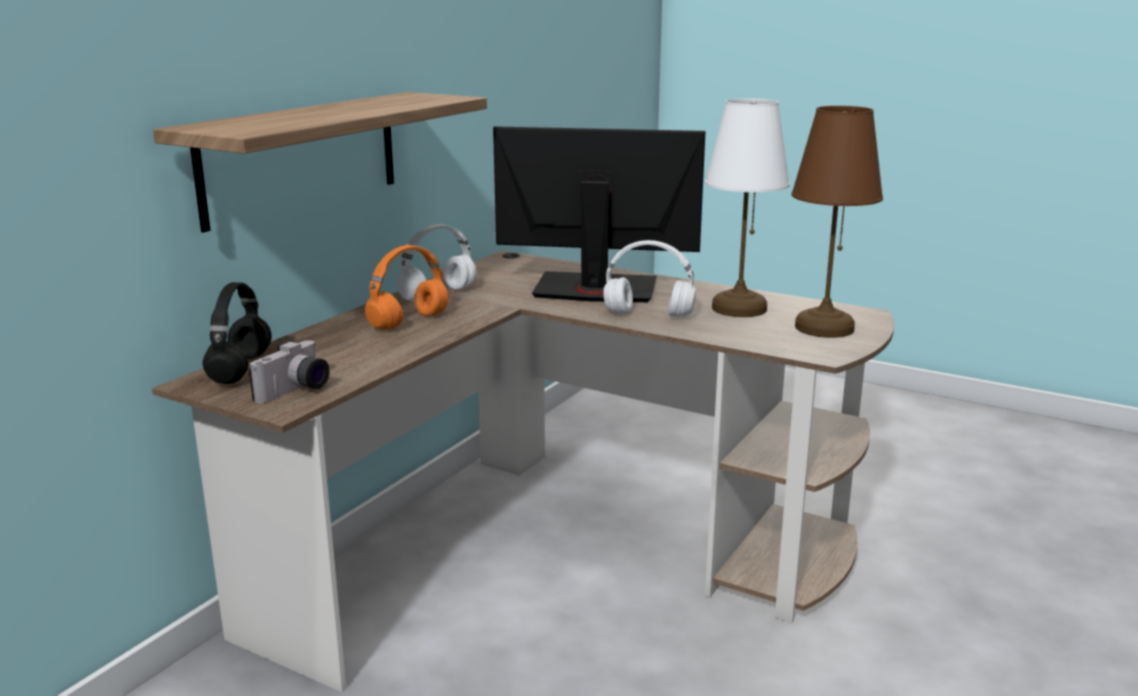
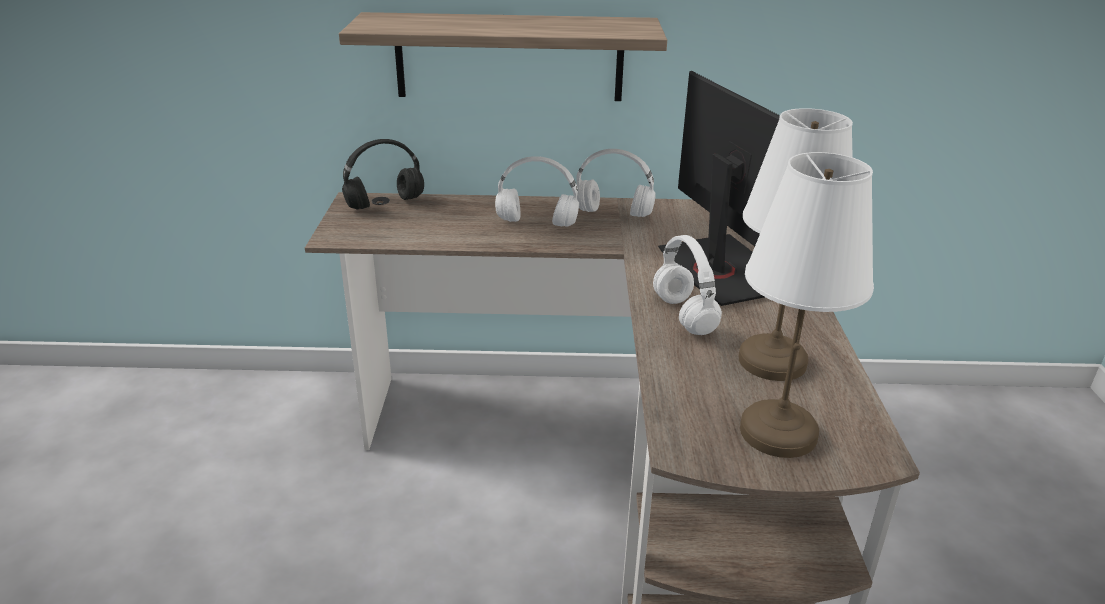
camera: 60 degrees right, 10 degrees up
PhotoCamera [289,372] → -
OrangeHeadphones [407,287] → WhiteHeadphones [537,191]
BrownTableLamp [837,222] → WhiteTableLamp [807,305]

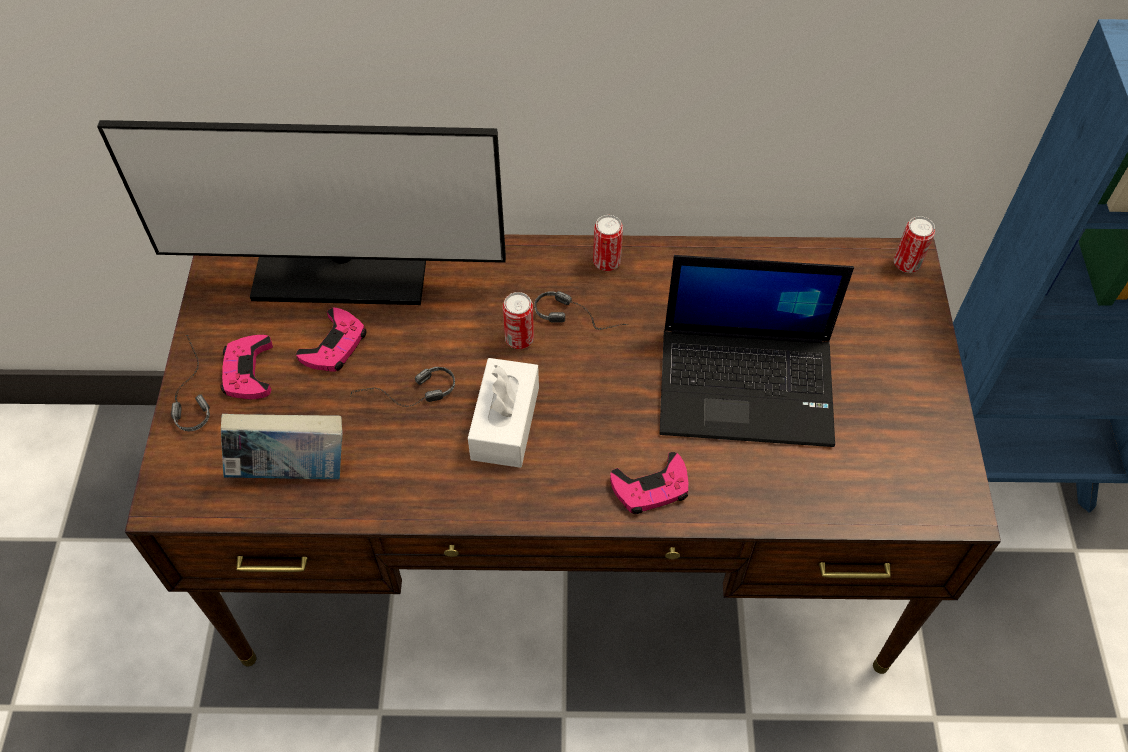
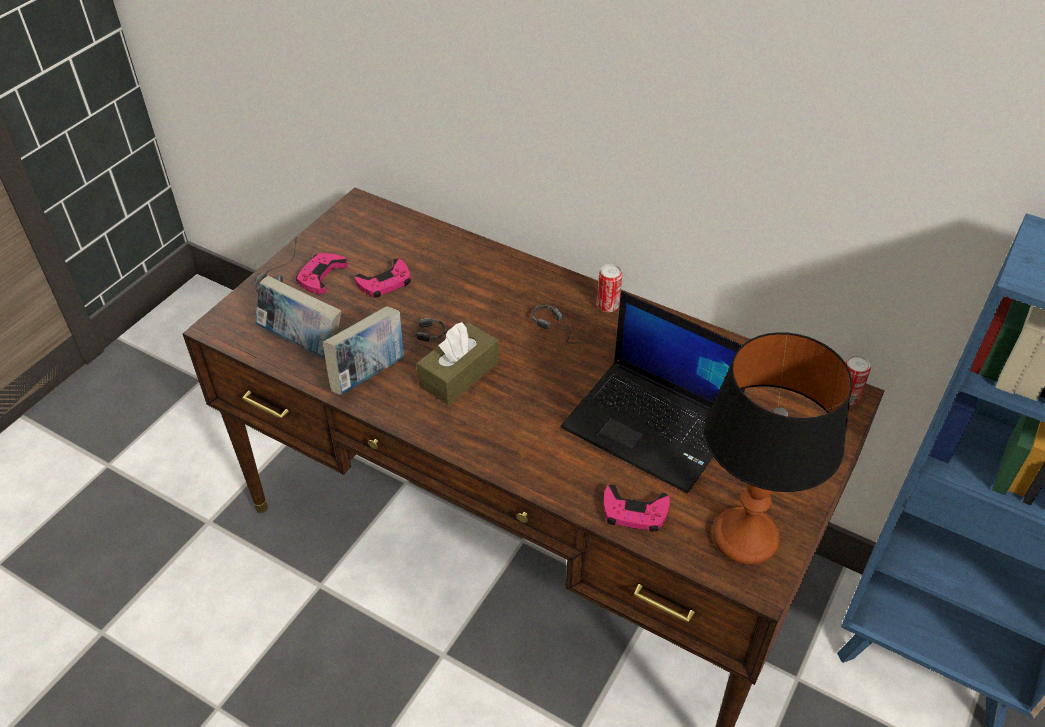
camera: 30 degrees right, 10 degrees down
Monitor [301,212] → -
Can [518,320] → -
- → Book [363,350]
- → TableLamp [778,448]
PinkGameController [649,483] → PinkGameController [636,508], relocated
WhiteTissueBox [503,413] → BrownTissueBox [458,363]

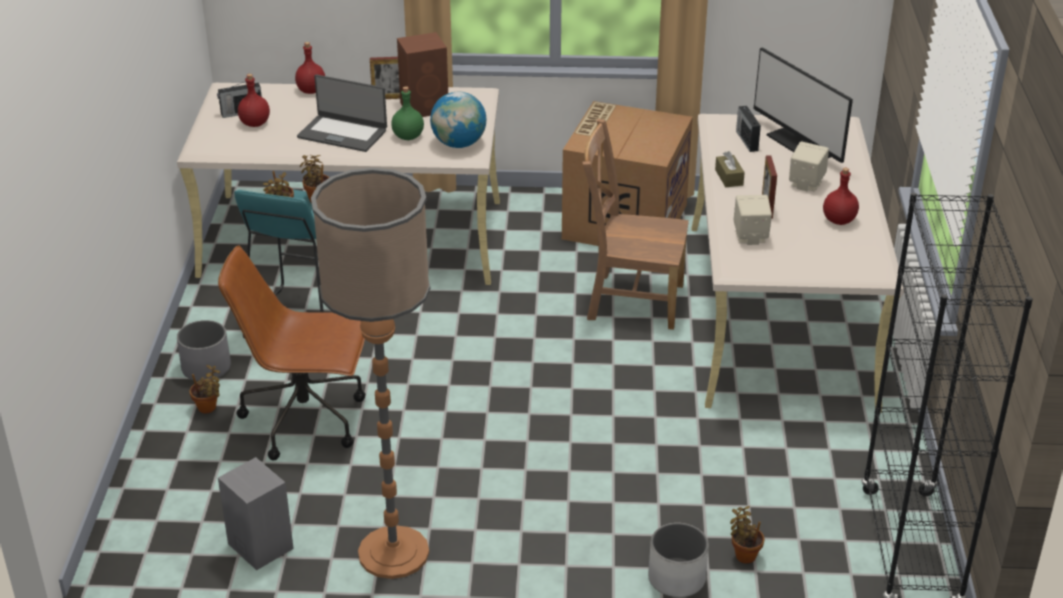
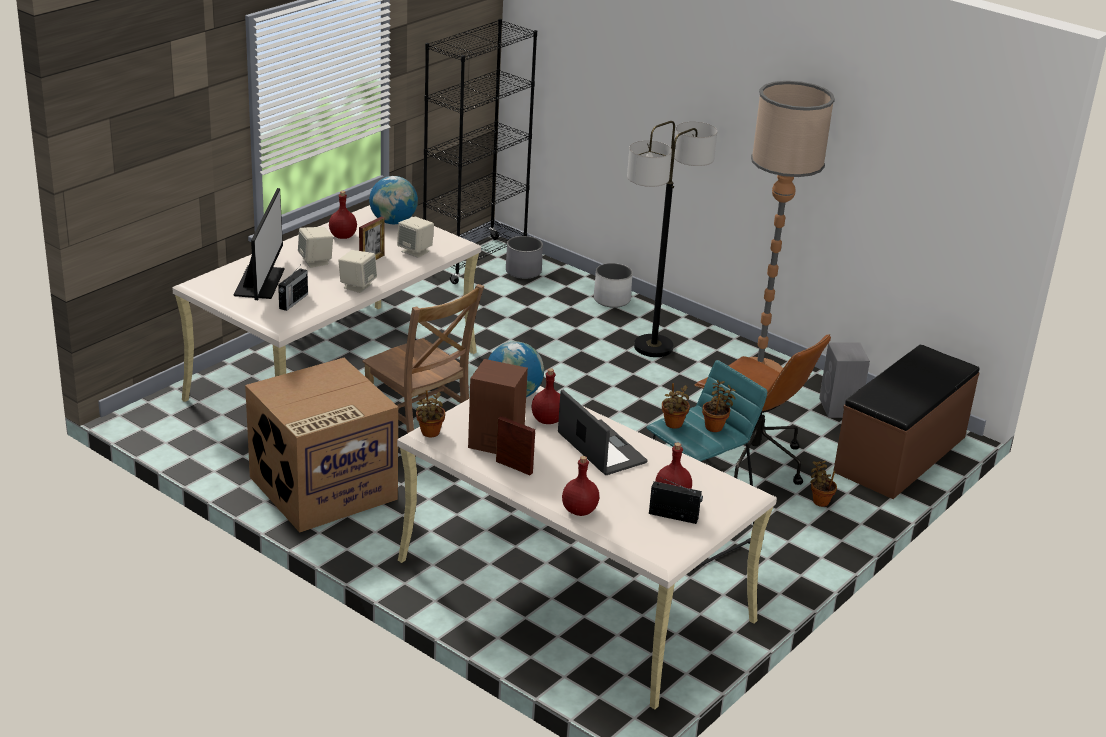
camera: 145 degrees left, 5 degrees down
- → Globe [393,200]
- → FloorLamp [672,239]
- → BrownBench [906,422]
GreyPlanter [204,350] → GreyPlanter [524,257], relocated
PottedPlant [747,535] → PottedPlant [430,413], relocated
BrownTissueBox [730,169] → BeigeSpeaker [357,271]
GreenBottle [407,113] → RedBottle [546,396]

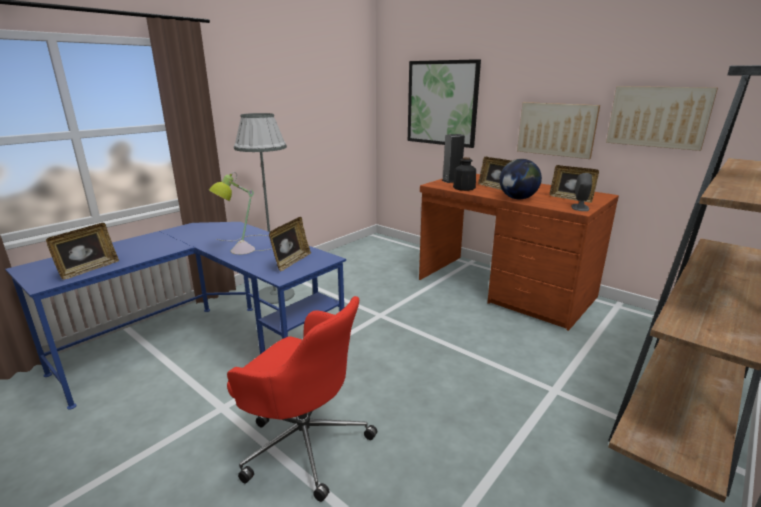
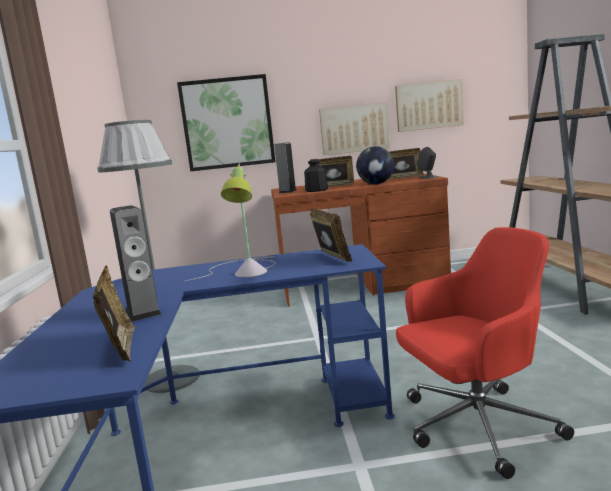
camera: 45 degrees left, 10 degrees down
- → Speaker [136,263]

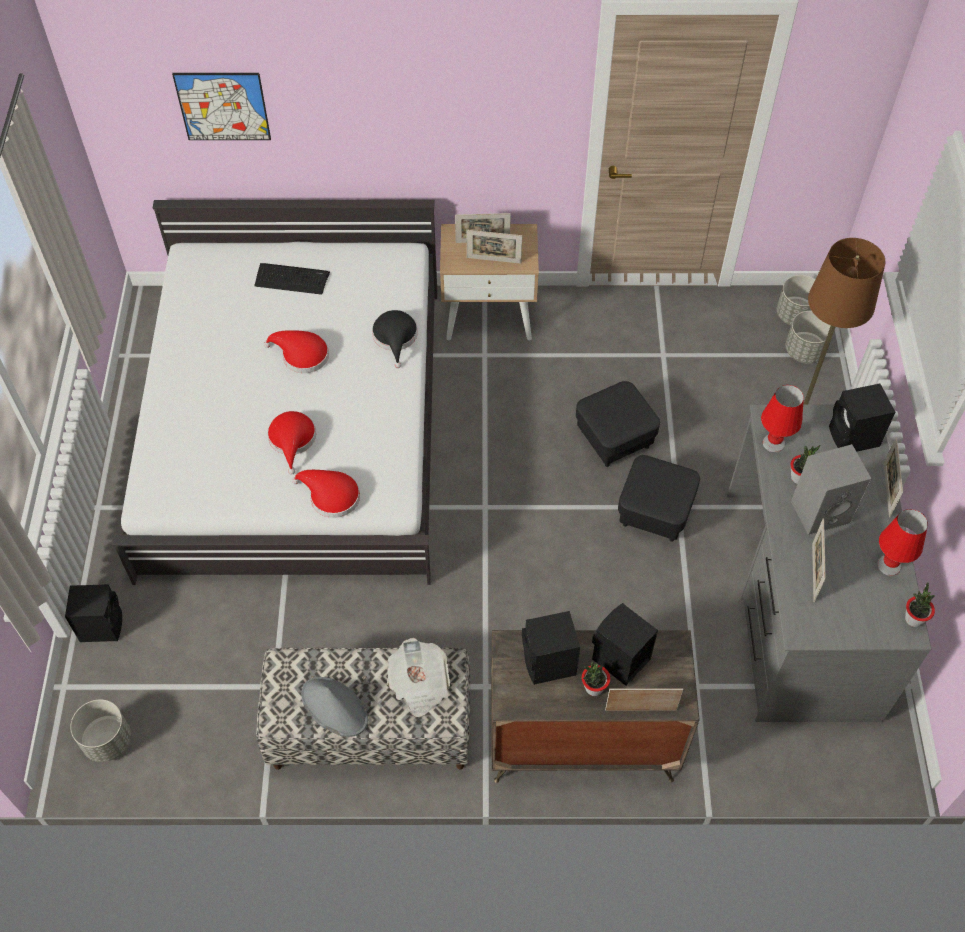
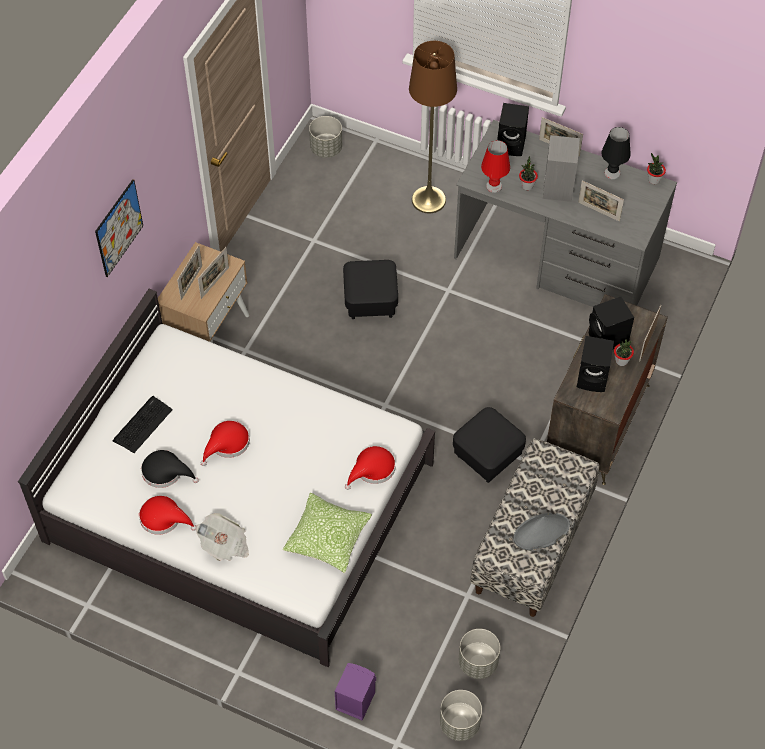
camera: 65 degrees left, 0 degrees up
- → Pillow [327,533]
Picture [221,106] → Picture [119,228], relocated
RedHat [291,443] → RedHat [167,515], relocated
BlackHat [395,339] → BlackHat [170,469], relocated
Newspaper [418,677] → Newspaper [222,537], relocated
BlackOttoman [659,498] → BlackOttoman [489,445], relocated
GreyPlanter [809,337] → GreyPlanter [479,654], relocated
BlackSpeaker [93,613] → PurpleSpeaker [355,692]
RedTableLamp [902,542] → BlackTableLamp [616,153]

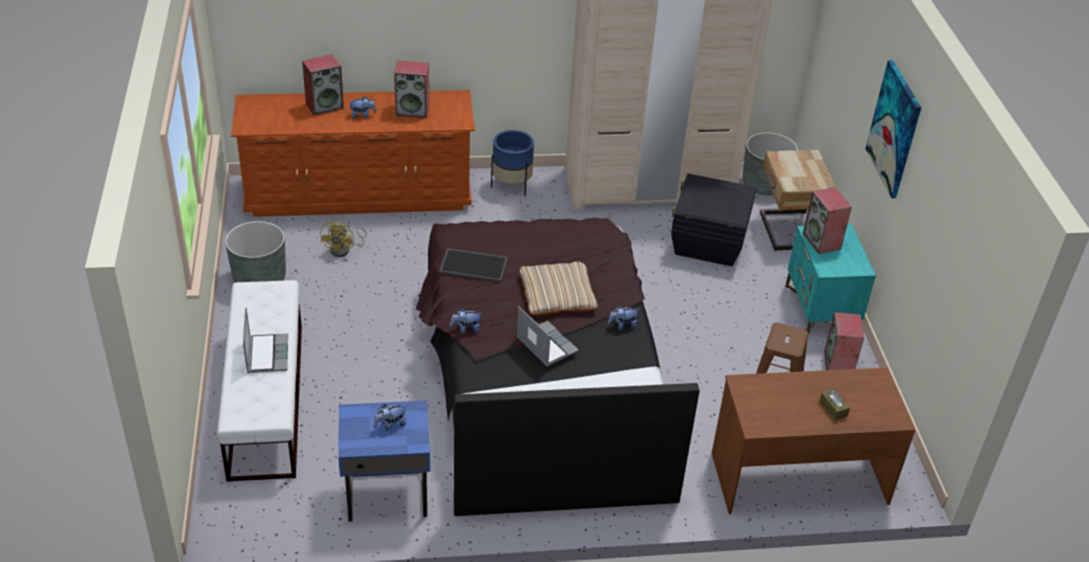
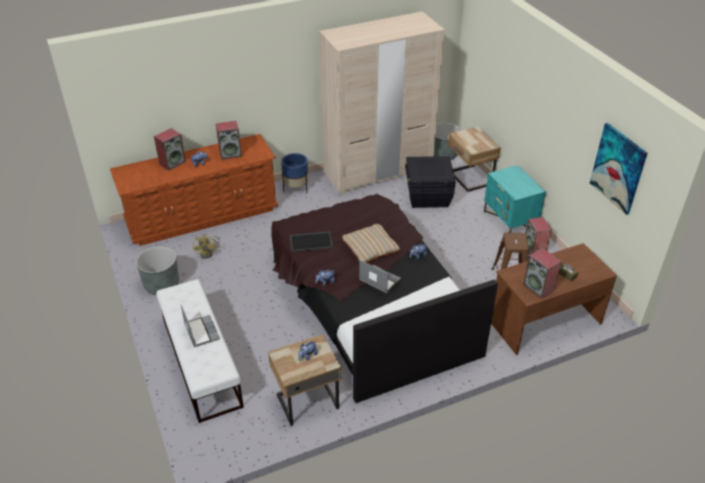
camera: 15 degrees left, 0 degrees up
Speaker [827,220] → Speaker [542,273], relocated
Picture [893,129] → Picture [619,169], relocated
BlueNightstand [384,461] → BeigeNightstand [304,380]

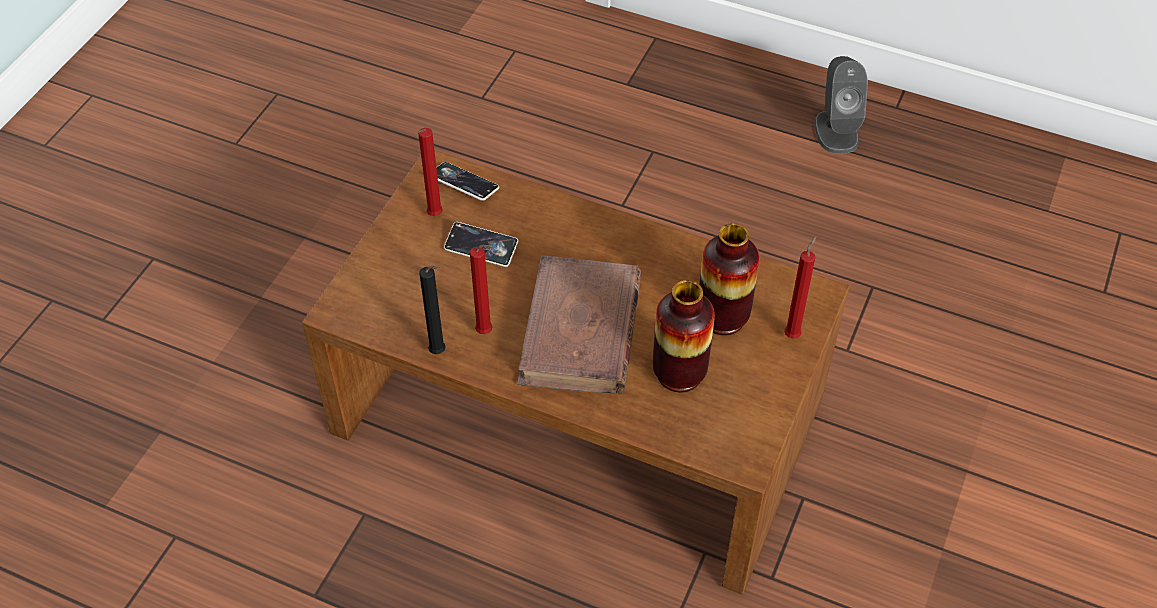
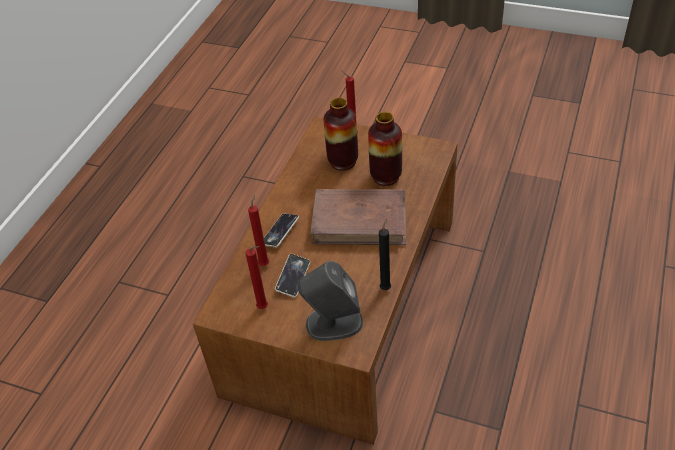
camera: 90 degrees left, 5 degrees down
Phone [467,181] → Phone [281,230], relocated
RedCandle [481,289] → RedCandle [258,230], relocated
GreySpeaker [841,105] → GreySpeaker [330,301], relocated

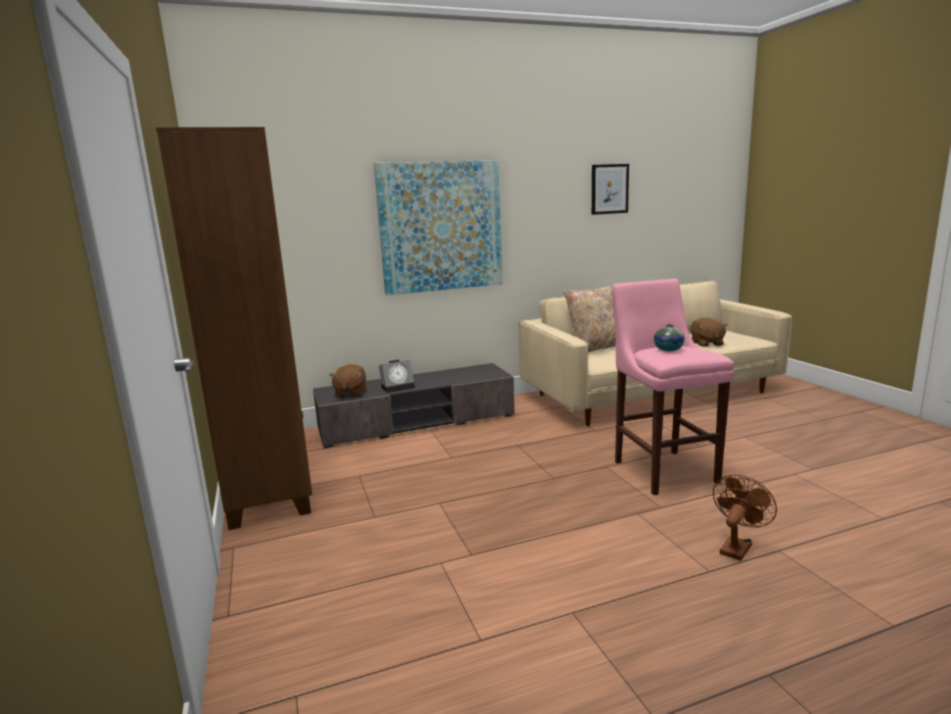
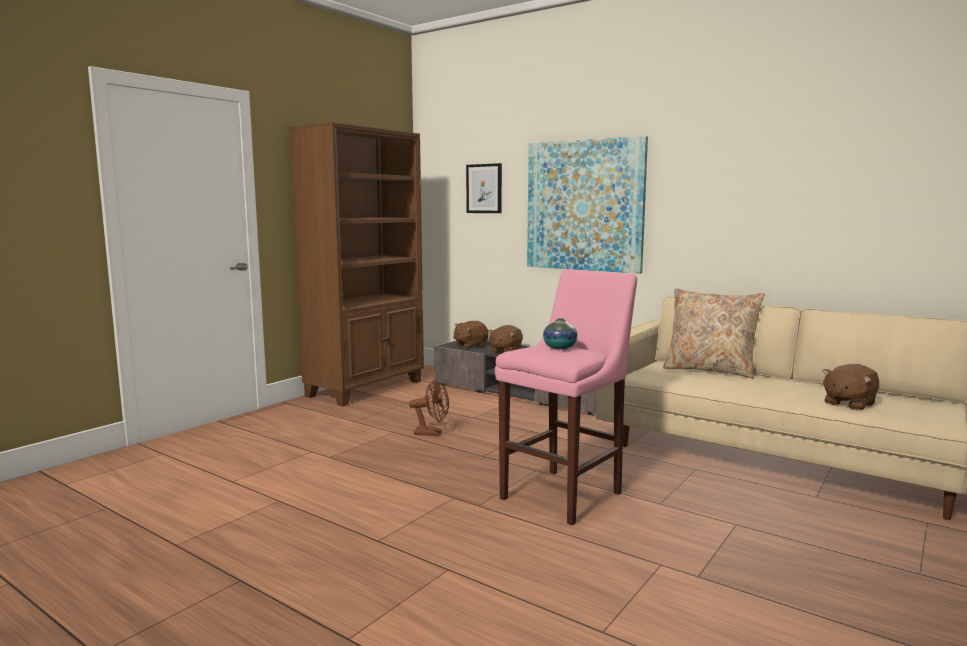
camera: 55 degrees right, 5 degrees down
Picture [610,189] → Picture [484,188], relocated
BrownFan [745,518] → BrownFan [429,407], relocated
AlarmClock [397,376] → BrownPlushToy [505,339]

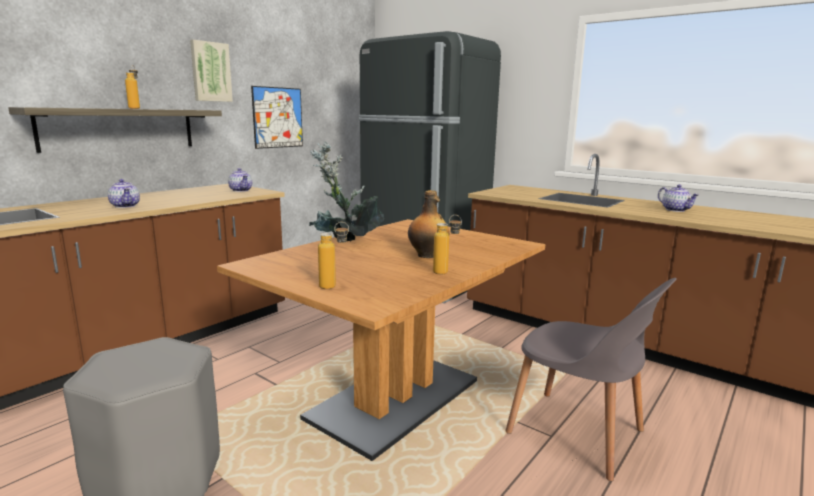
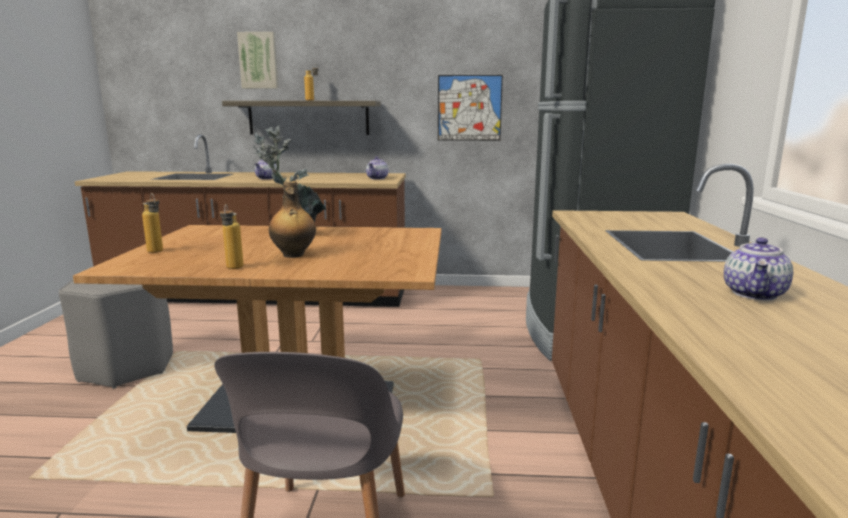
camera: 55 degrees right, 0 degrees up
Picture [211,71] → Picture [257,60], relocated

